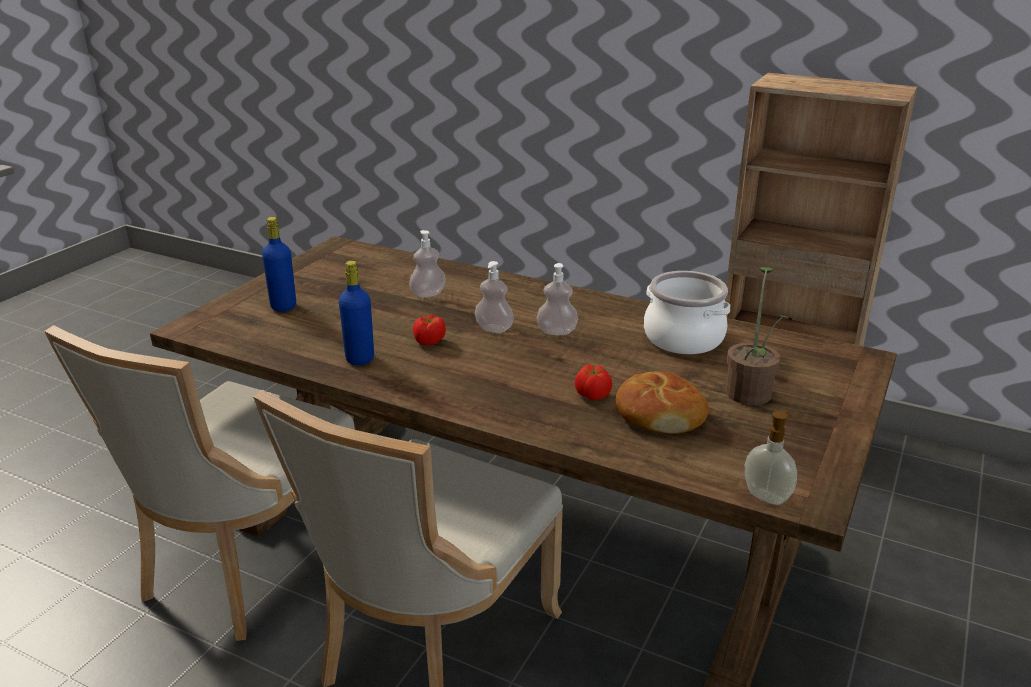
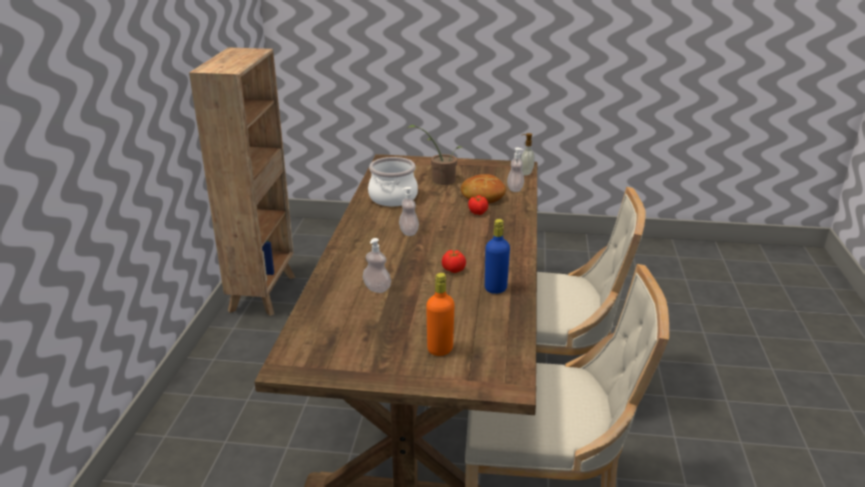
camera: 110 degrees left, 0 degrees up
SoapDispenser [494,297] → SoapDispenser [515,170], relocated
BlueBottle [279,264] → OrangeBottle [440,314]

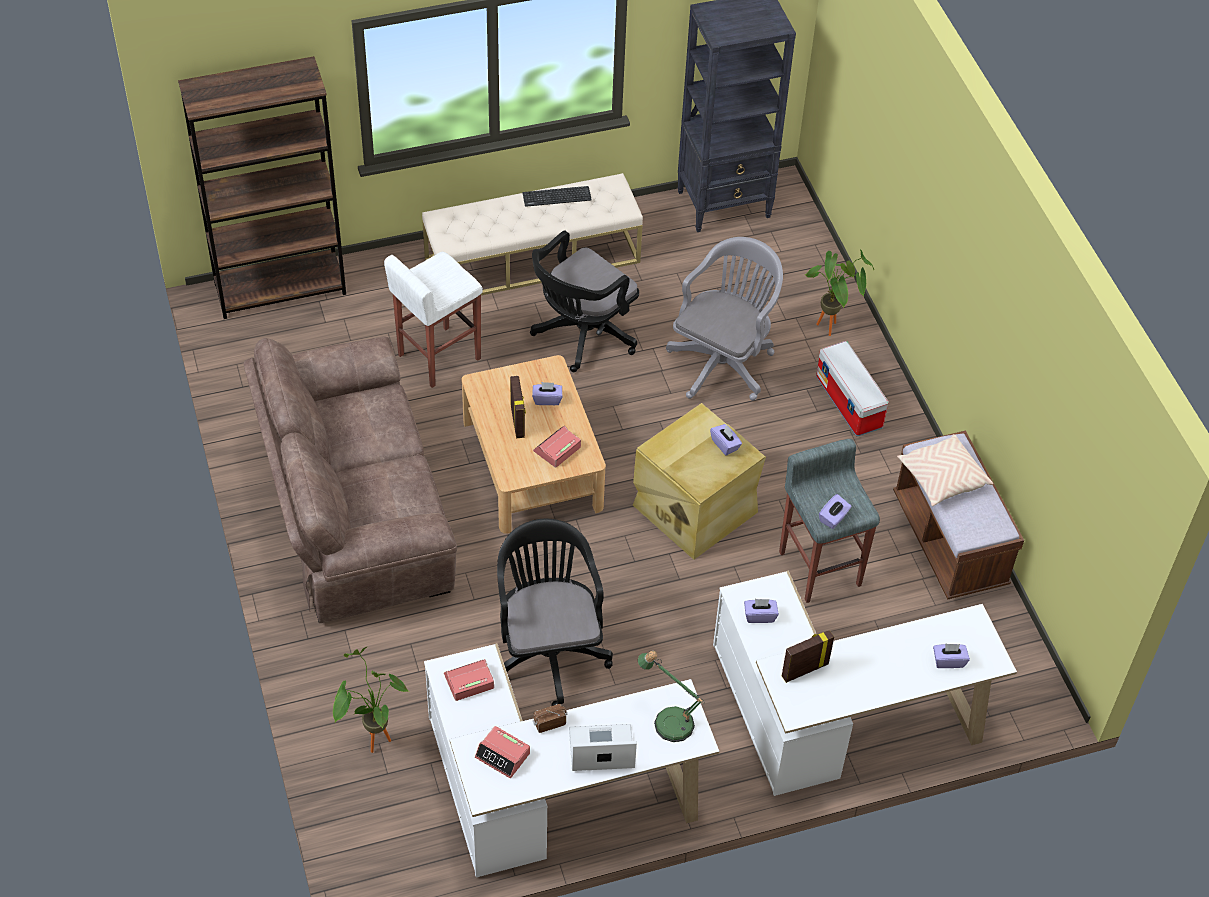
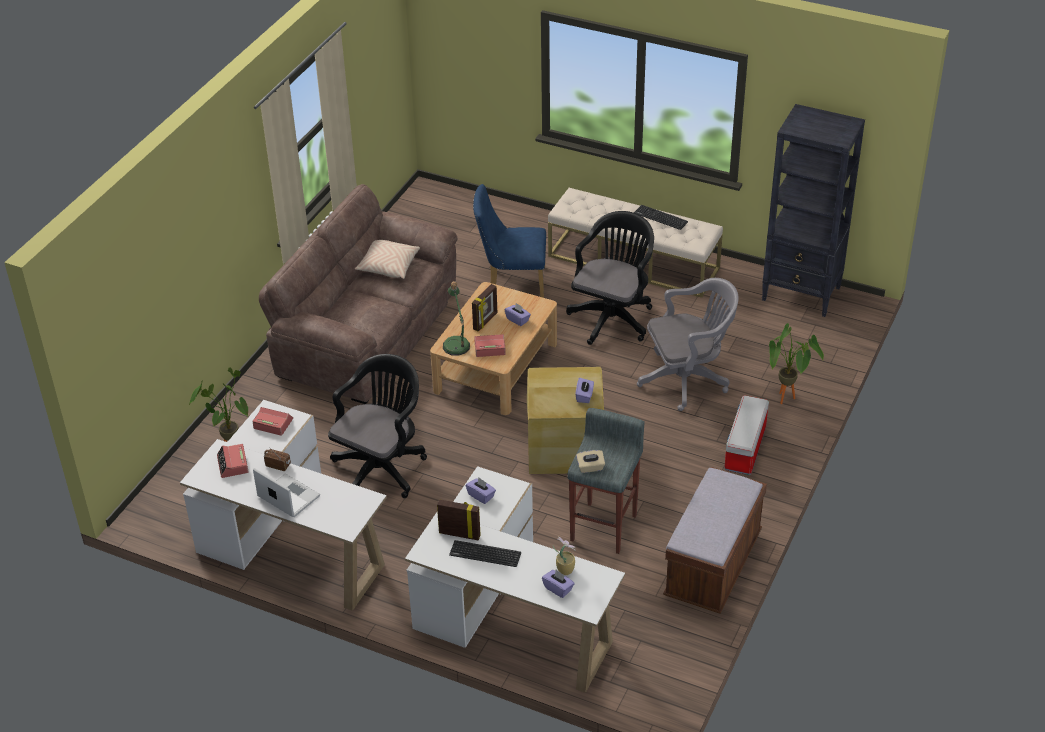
camera: 45 degrees right, 10 degrees down
BrownBookcase [262,187] → -
- → Keyboard [485,553]
- → PottedPlant [564,556]
TableLamp [671,696] → TableLamp [456,318], relocated
BeigePillow [945,470] → BeigePillow [387,259], relocated
WhiteStool [433,320] → BlueChair [509,241]
PurpleTissueBox [835,511] → BeigeTissueBox [590,461]
BlackOfficeChair [584,301] → BlackOfficeChair [610,278], 120 degrees clockwise

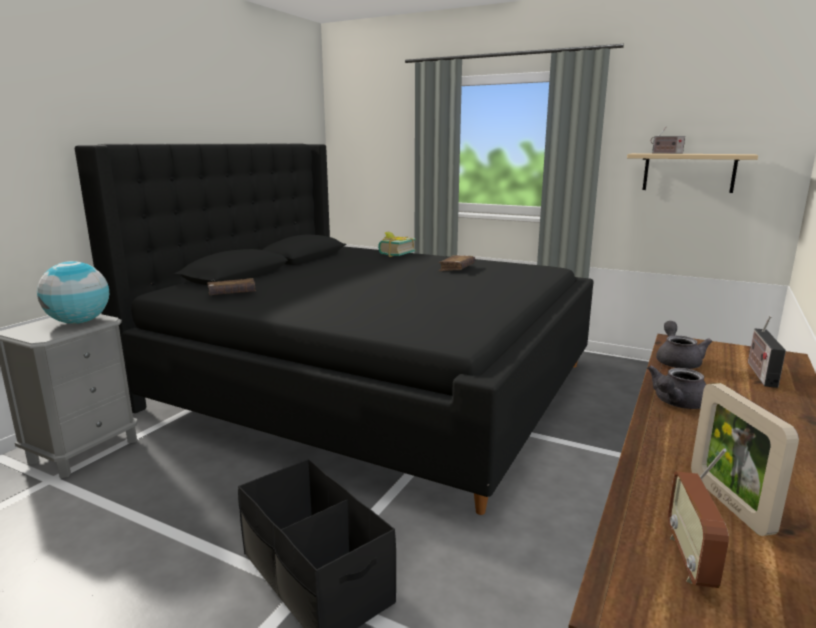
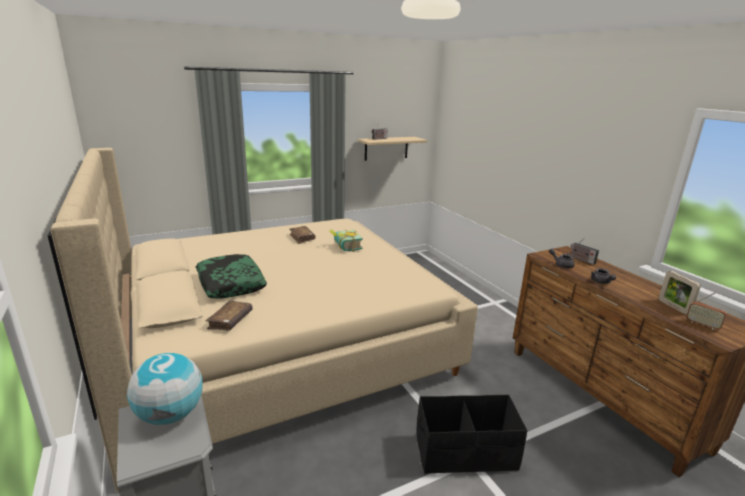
camera: 55 degrees left, 5 degrees up
- → Pillow [231,276]
Book [397,244] → Book [346,240], relocated
BlackBed [334,329] → BeigeBed [263,320]
PictureFrame [745,459] → PictureFrame [680,293], 45 degrees clockwise

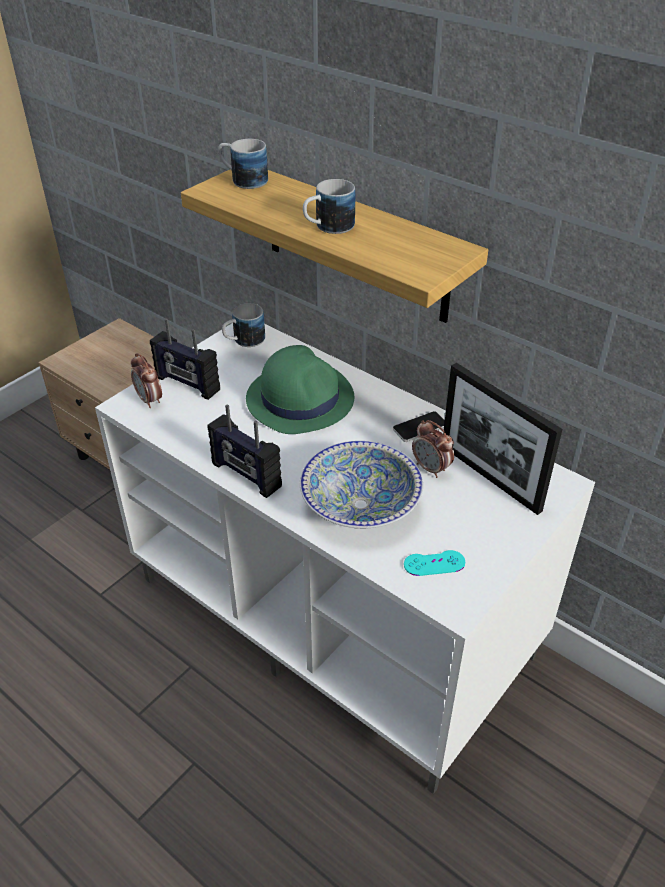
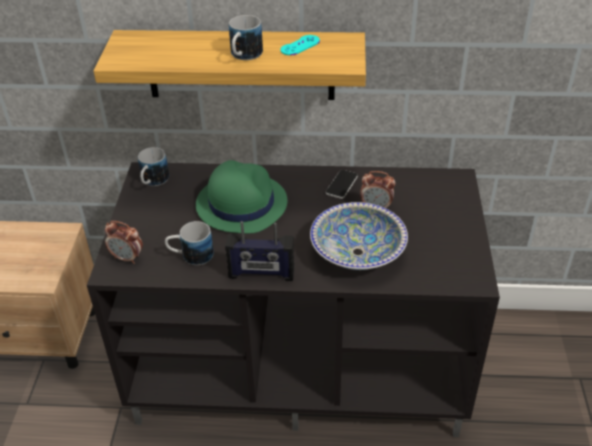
camera: 35 degrees left, 0 degrees up
Radio [185,359] → -
PictureFrame [503,439] → -
Mug [243,164] → Mug [189,243], relocated
TurquoiseGameController [434,563] → TurquoiseGameController [300,45], relocated
WhiteTvStand [345,558] → BlackTvStand [293,299]

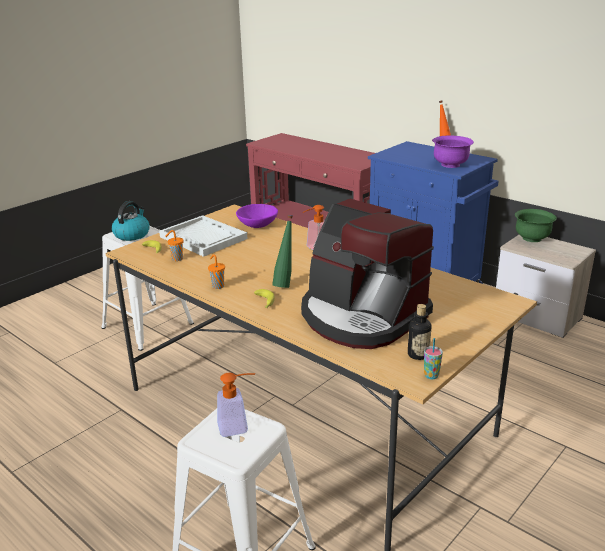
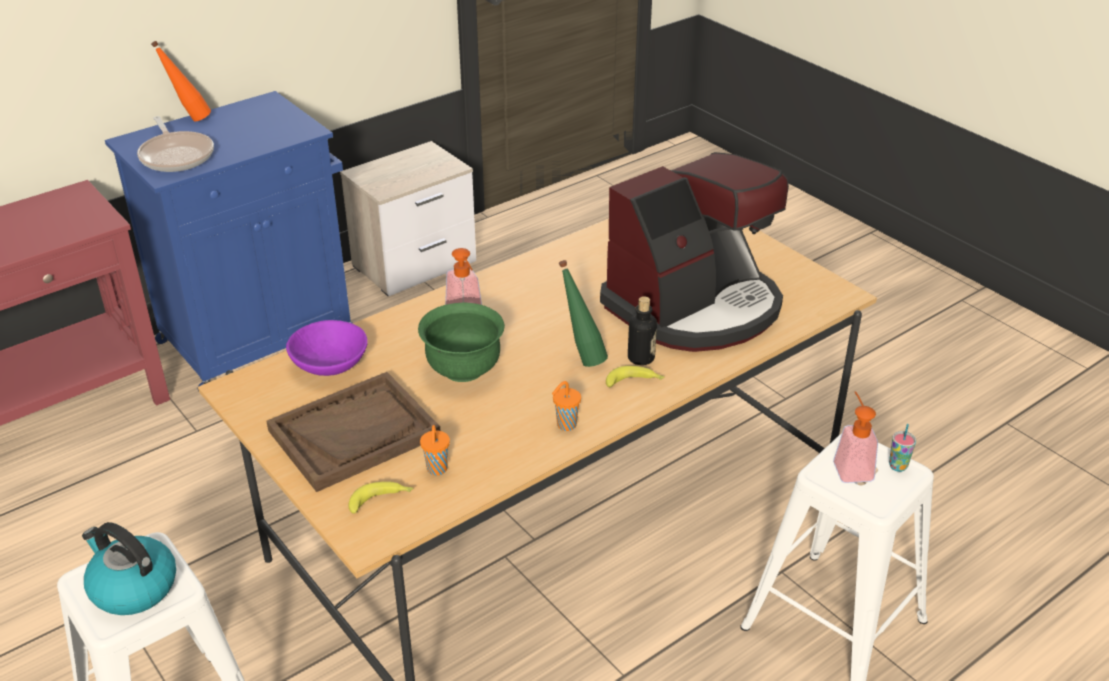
camera: 80 degrees left, 10 degrees up
PurpleBowl [453,152] → -
- → FryingPan [175,144]
Bottle [419,332] → Bottle [642,330], relocated
Cup [433,358] → Cup [902,448], relocated
GreenBowl [536,225] → GreenBowl [461,342], relocated
WhiteTray [203,236] → BrownTray [353,432]

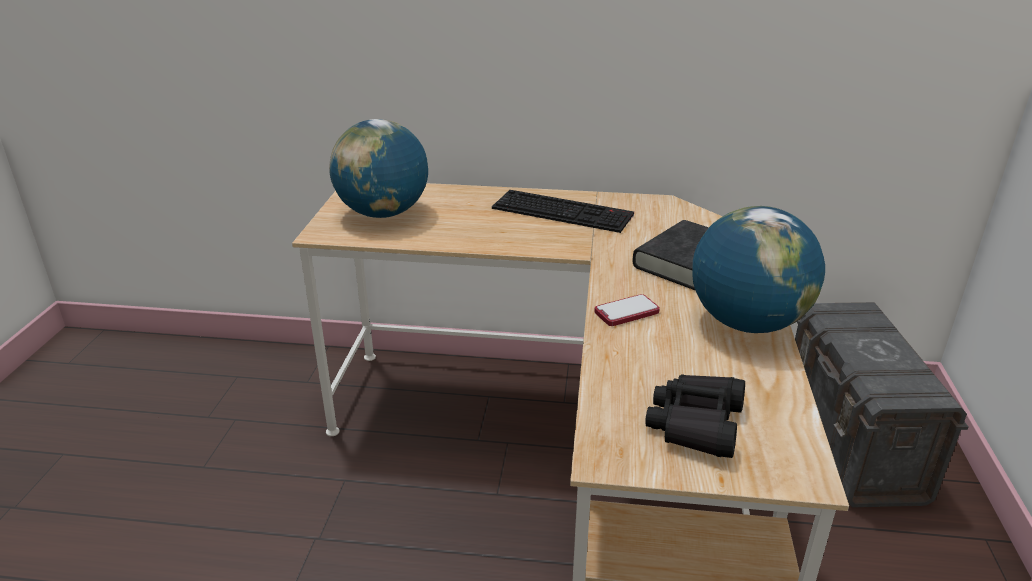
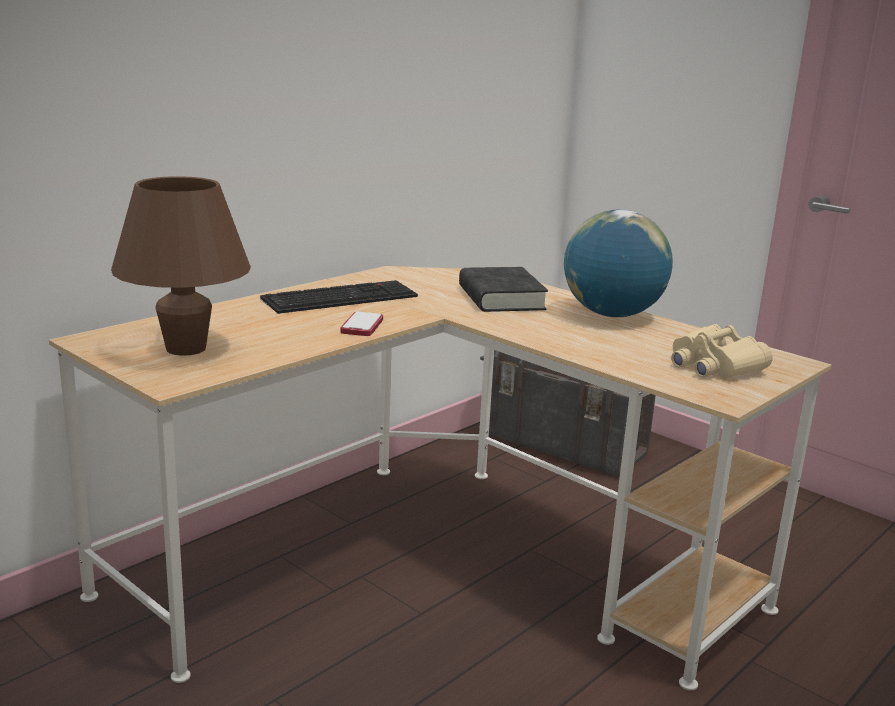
camera: 55 degrees left, 10 degrees down
Phone [627,310] → Phone [361,324], relocated
Globe [378,168] → BrownTableLamp [181,266]
BlackBinoculars [695,416] → BeigeBinoculars [722,351]

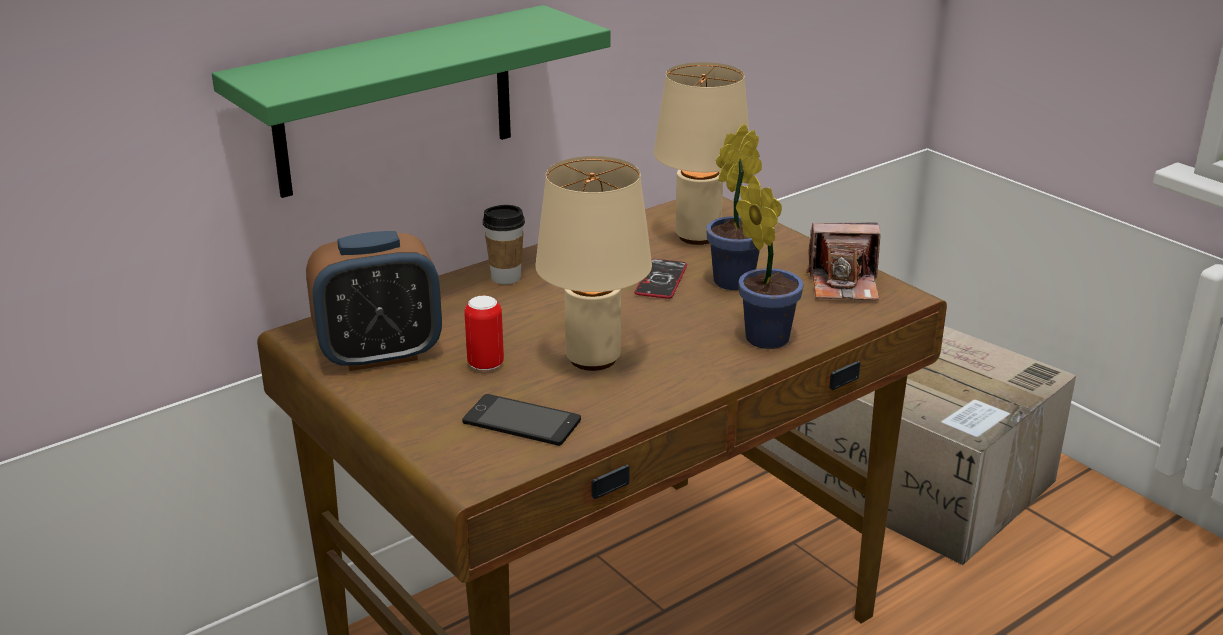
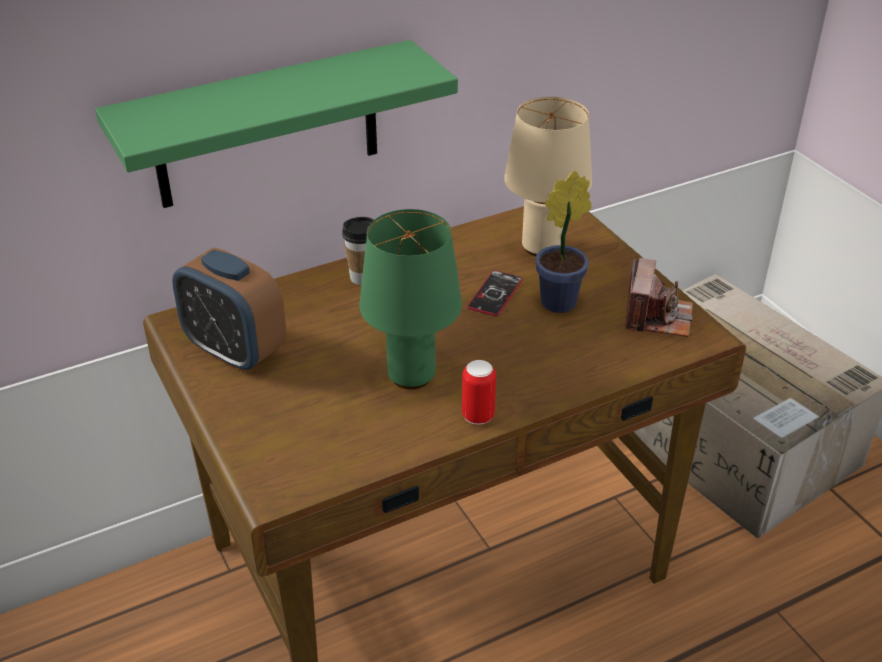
camera: 10 degrees right, 10 degrees up
Phone [521,420] → -
PottedPlant [770,262] → -
Can [484,333] → Can [479,392], relocated
BeigeTableLamp [594,263] → GreenTableLamp [410,299]
AlarmClock [374,301] → AlarmClock [229,310], 45 degrees clockwise
PhotoCamera [843,261] → PhotoCamera [659,297], 90 degrees counterclockwise

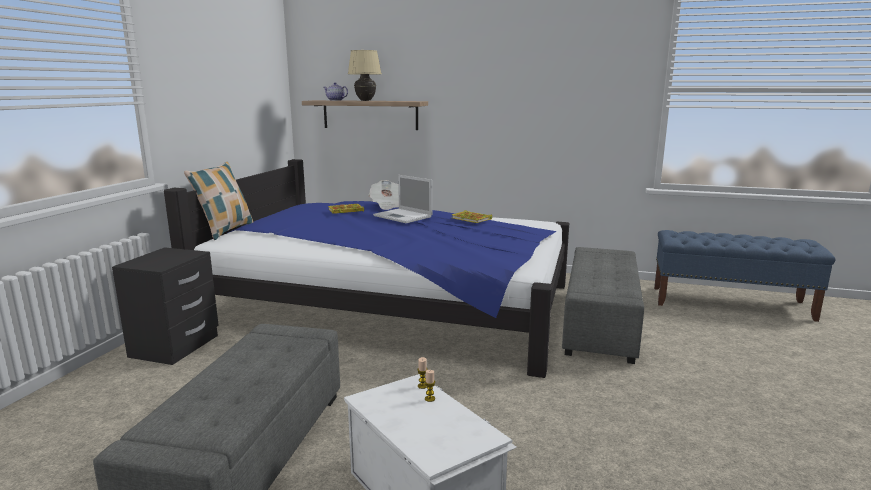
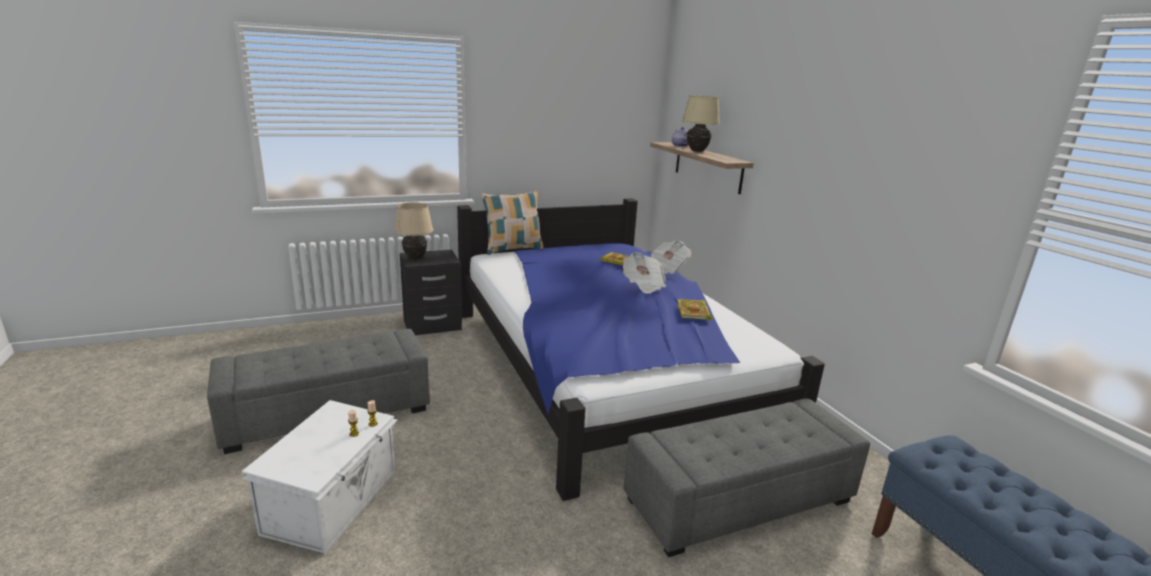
camera: 50 degrees right, 5 degrees up
- → BeigeTableLamp [413,230]
Laptop [403,199] → Newspaper [644,273]

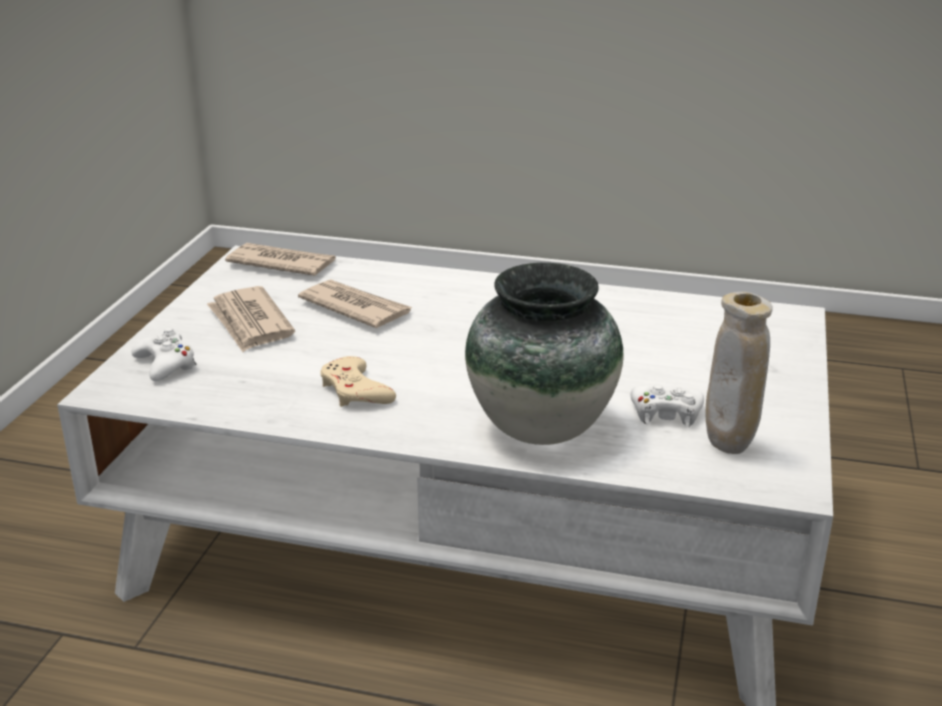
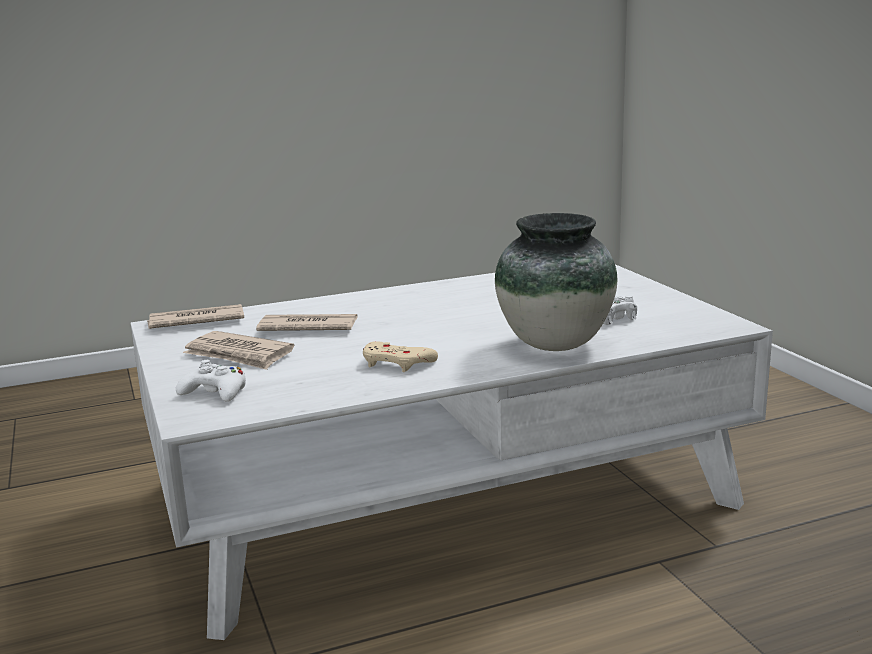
camera: 35 degrees left, 10 degrees down
BeigeVase [739,373] → -

